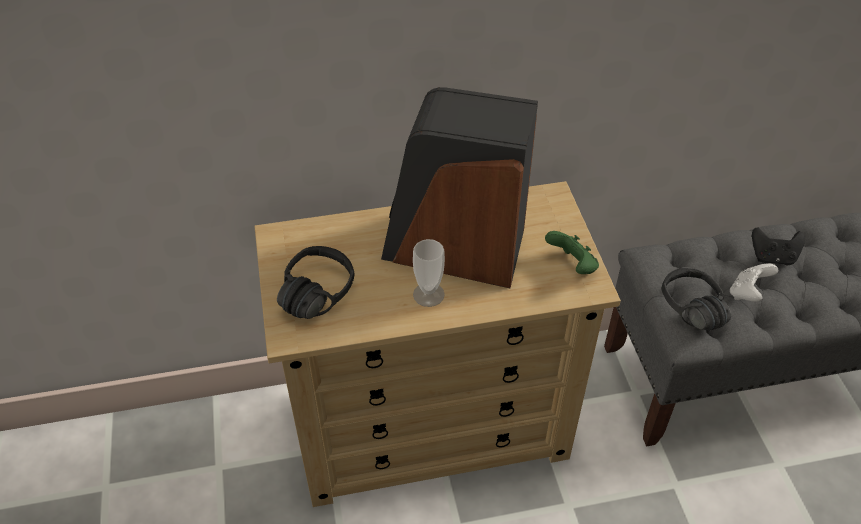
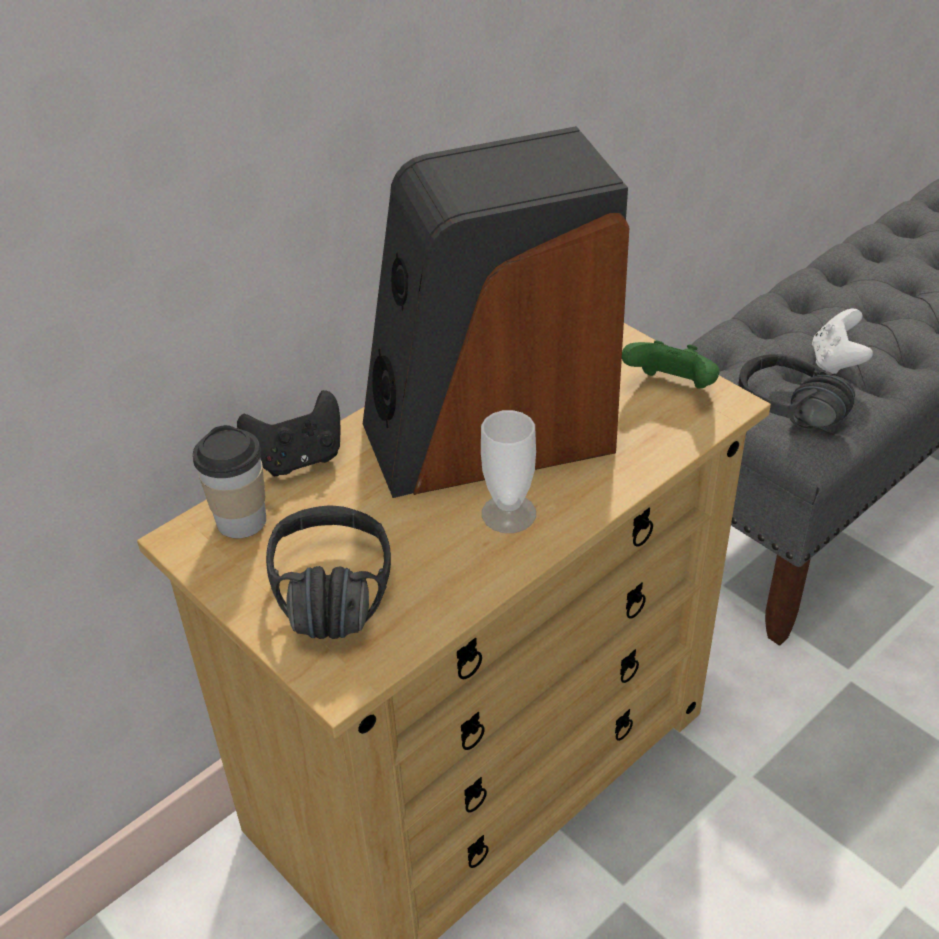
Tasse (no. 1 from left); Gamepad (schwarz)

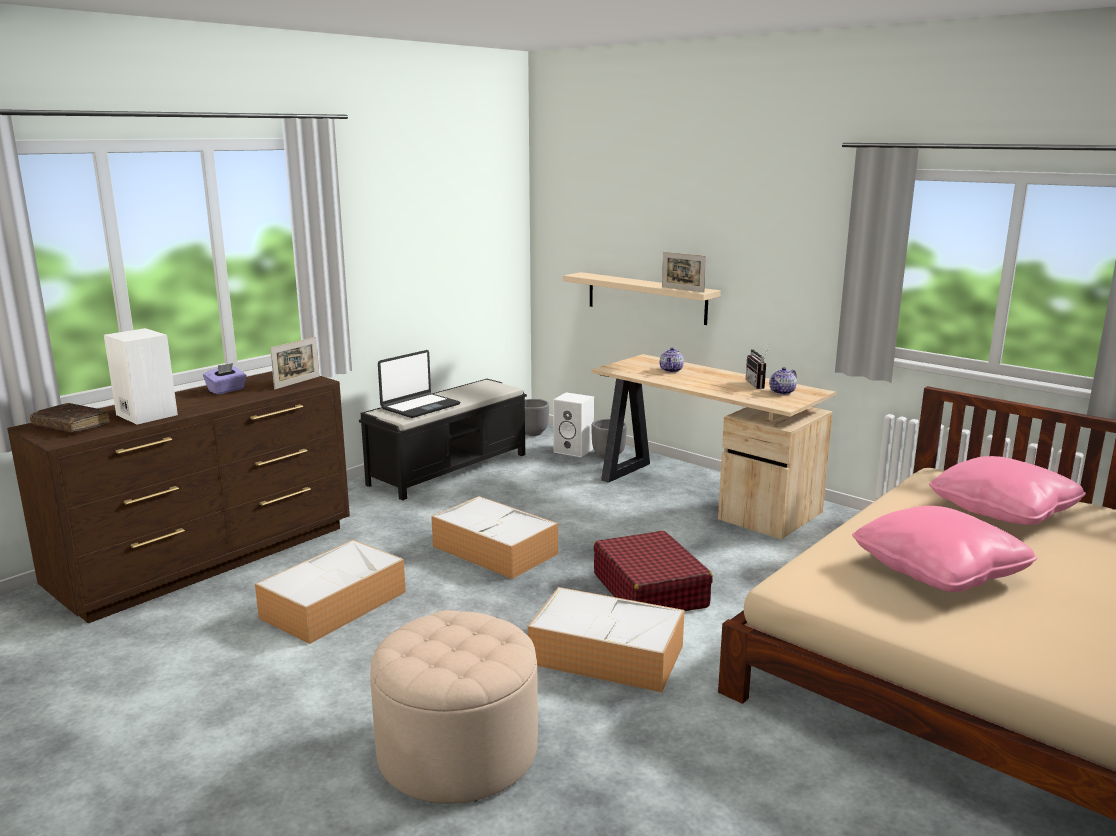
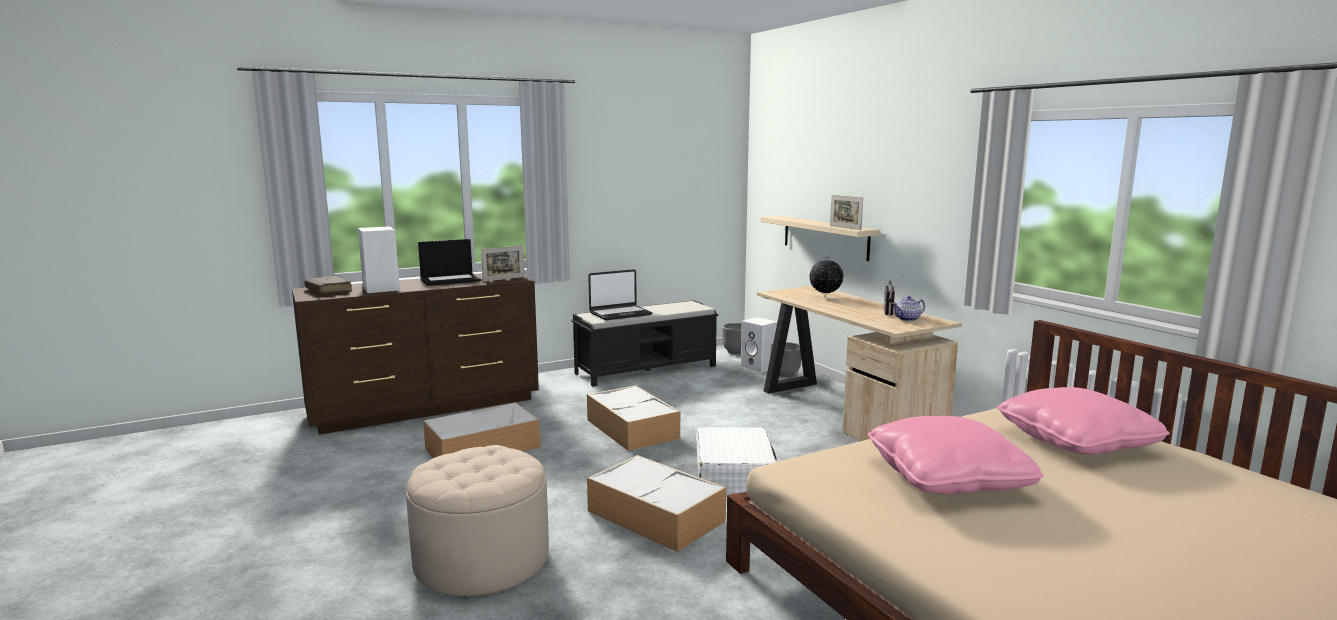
Laptop (no. 1 from left); Globus; Koffer (weiß)

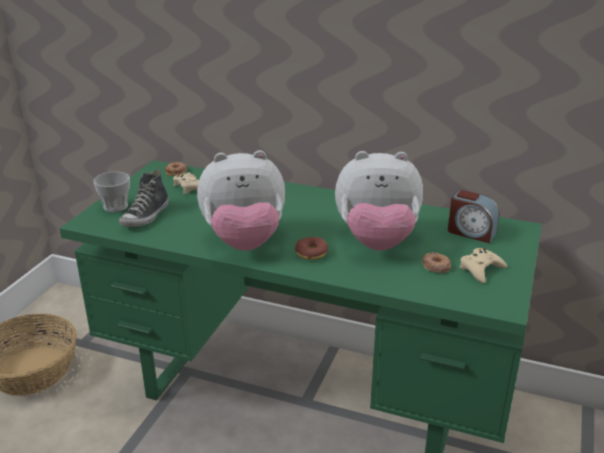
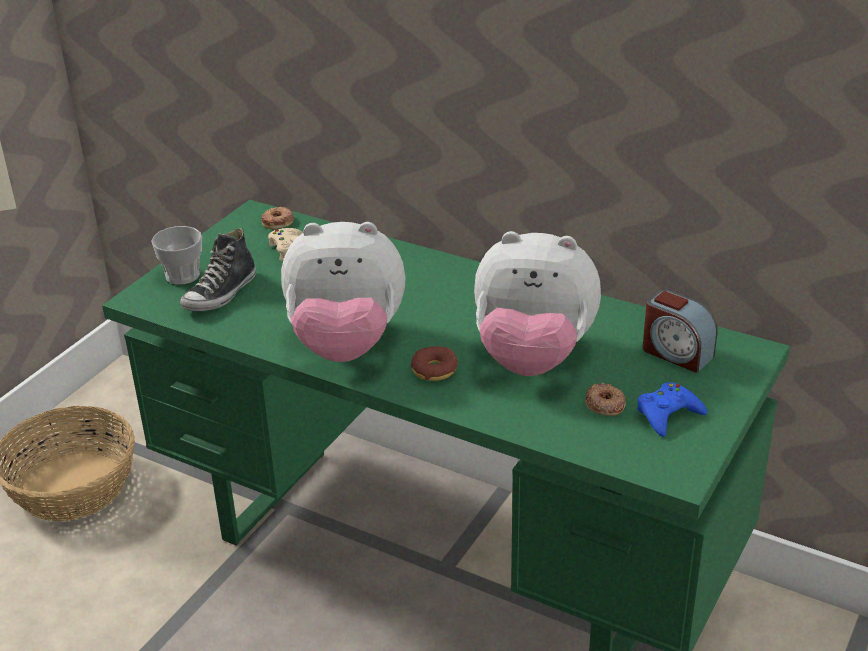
Gamepad (blau)

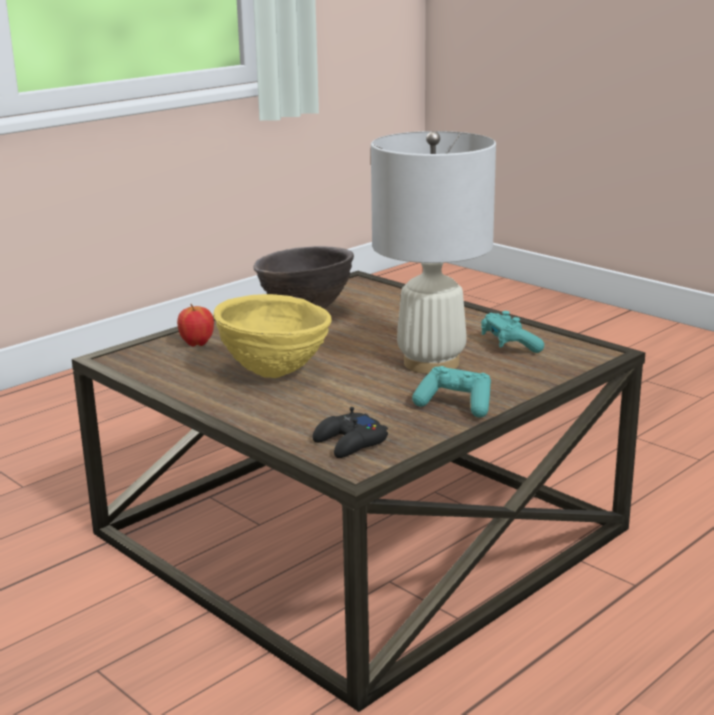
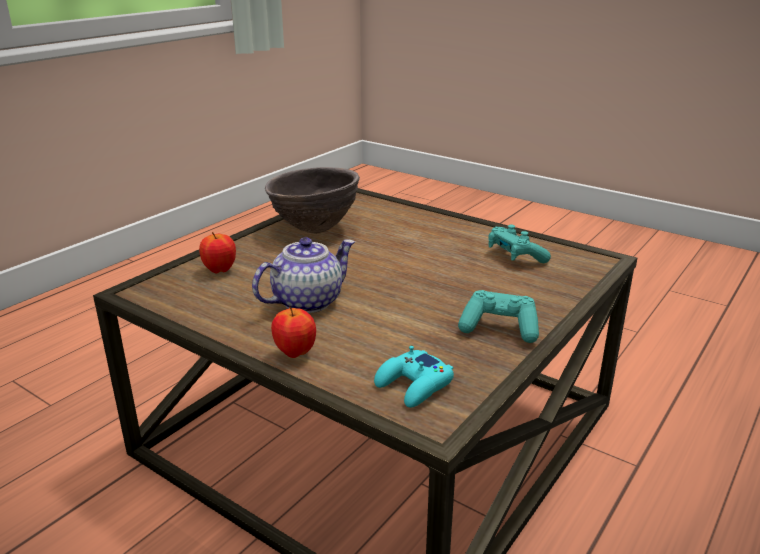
Tischlampe (weiß); Apfel (no. 2 from left); Teekanne; Gamepad (türkis) (no. 1 from left)

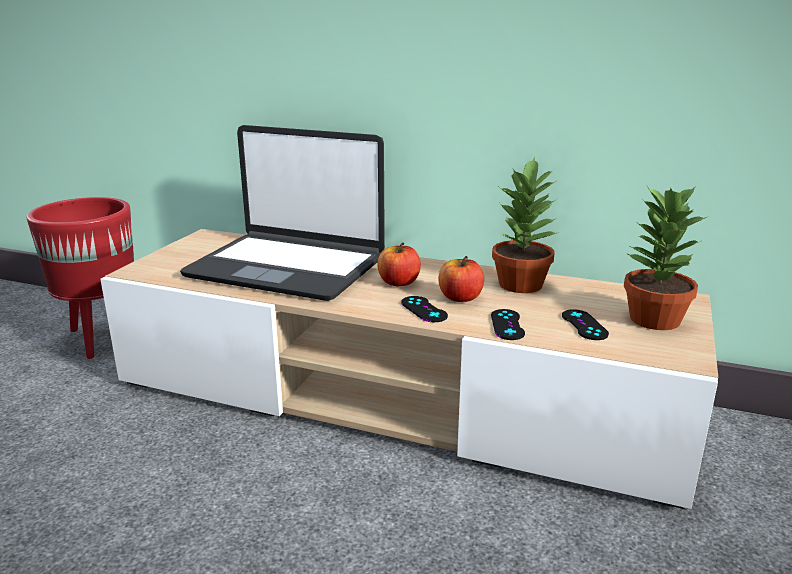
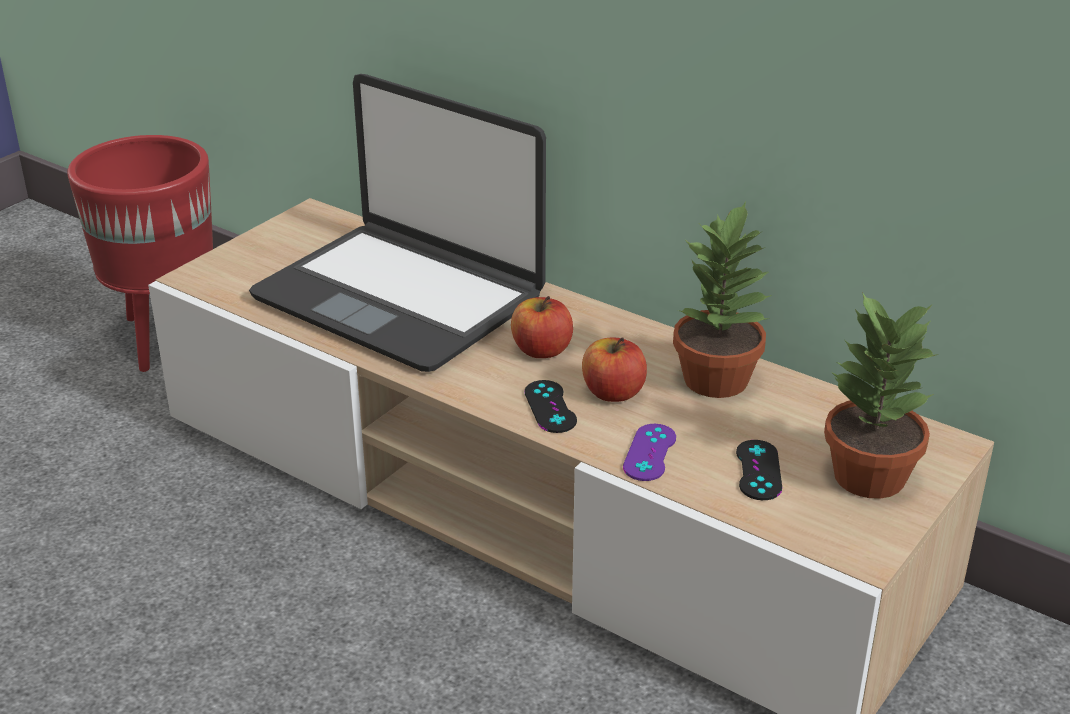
Gamepad (lila)

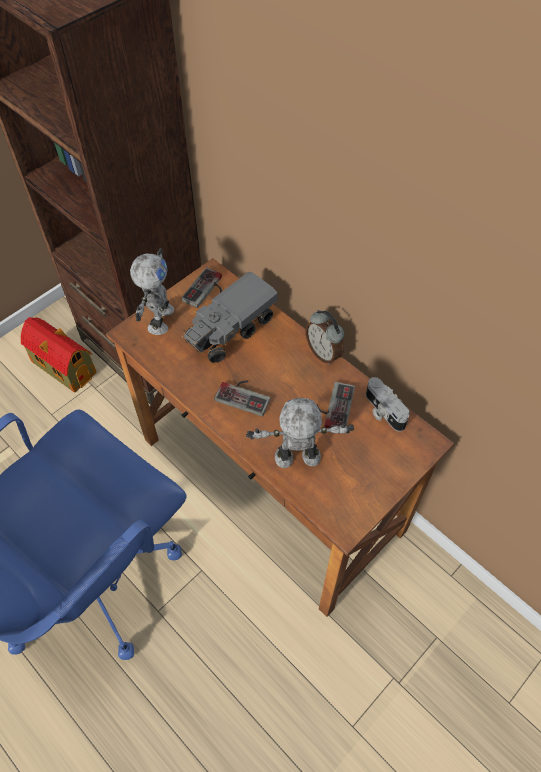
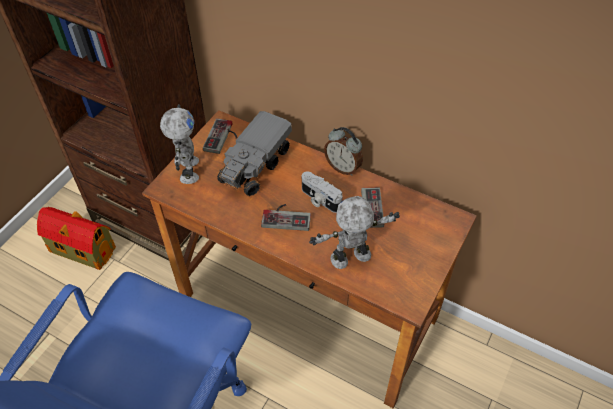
Kamera

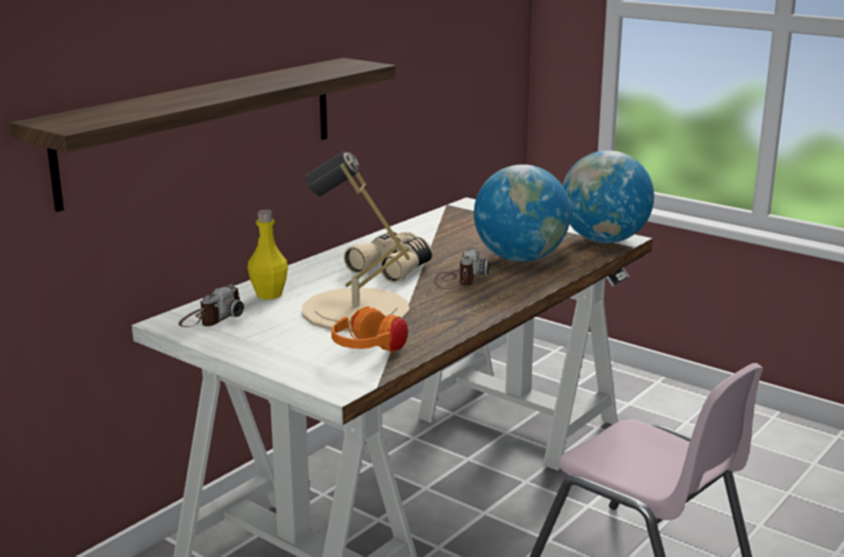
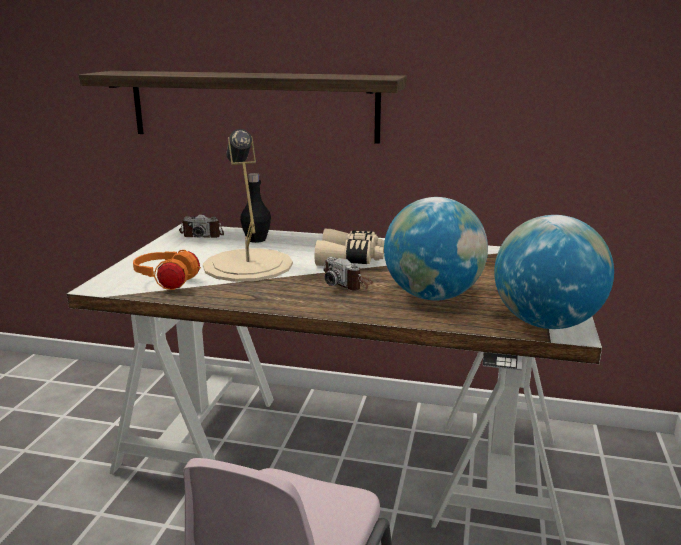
Flasche (schwarz); Kamera (no. 2 from left)

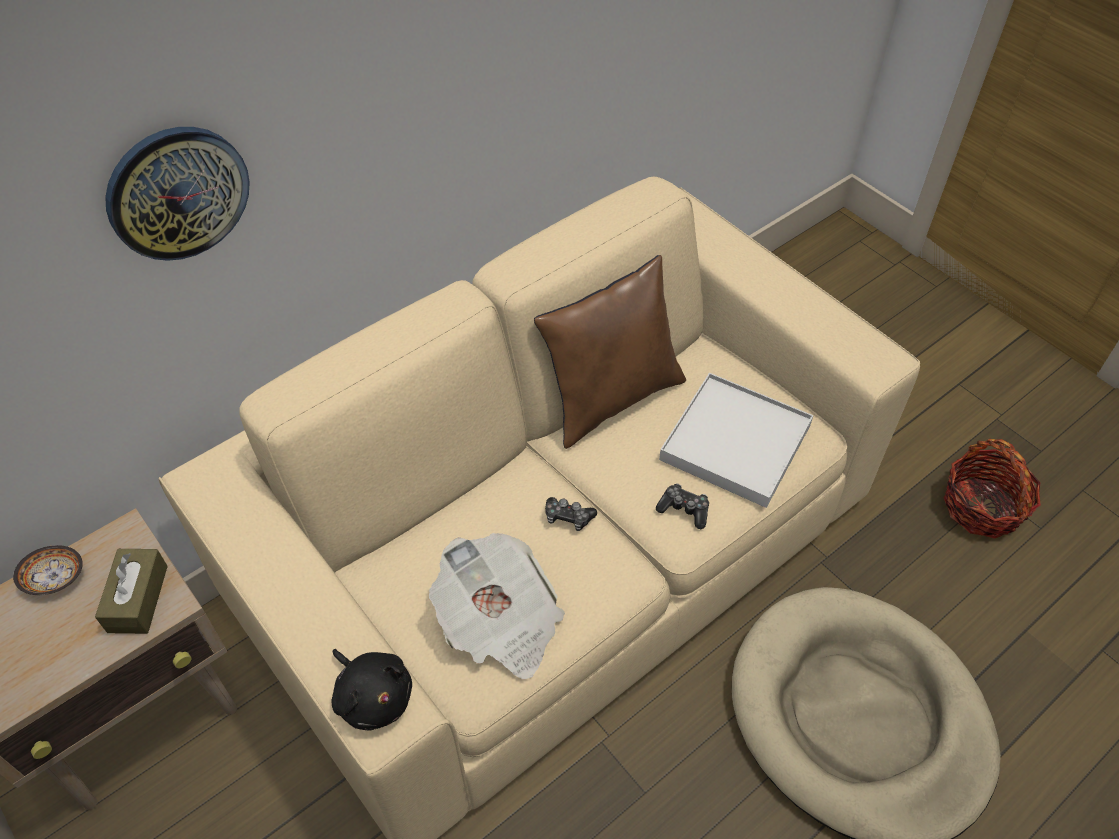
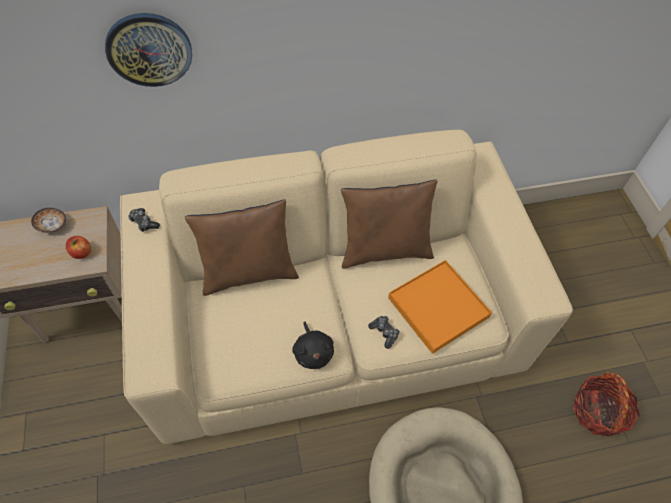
Zeitung; Kissen (braun) (no. 1 from left); Plüschtier (schwarz); Gamepad (no. 1 from left); Apfel; Tablett (orange)

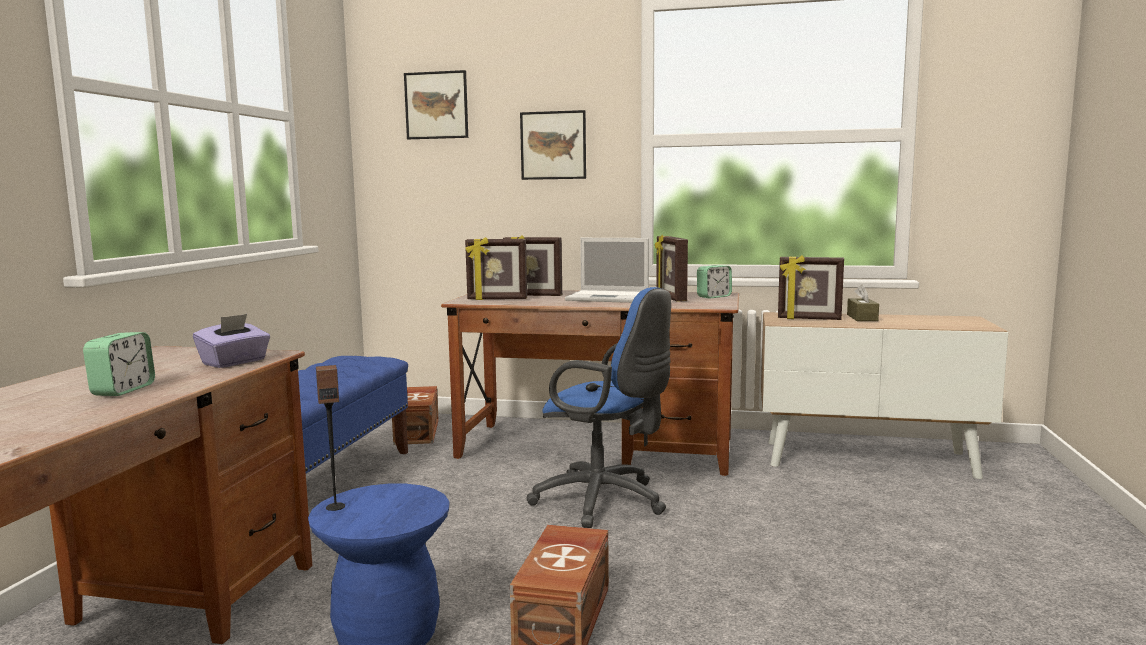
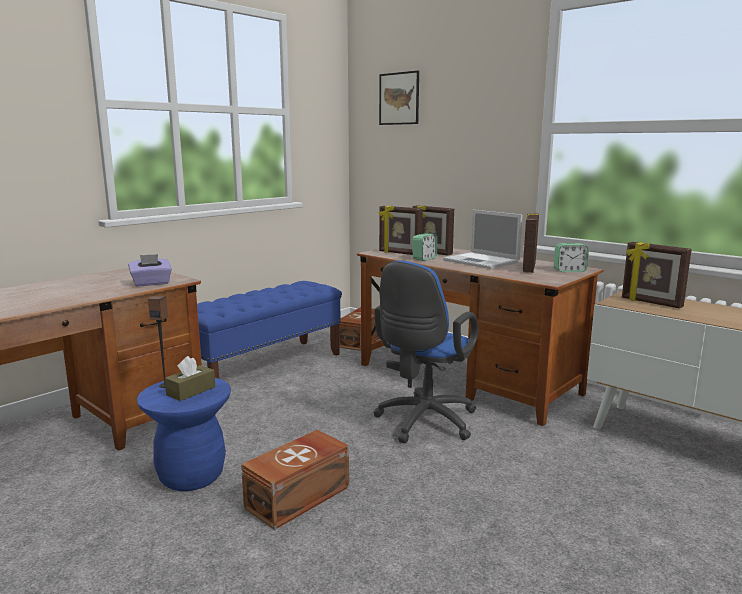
Bild (no. 2 from left in the first image); Wecker (no. 1 from left); Taschentuchbox (braun); Bürostuhl (blau)

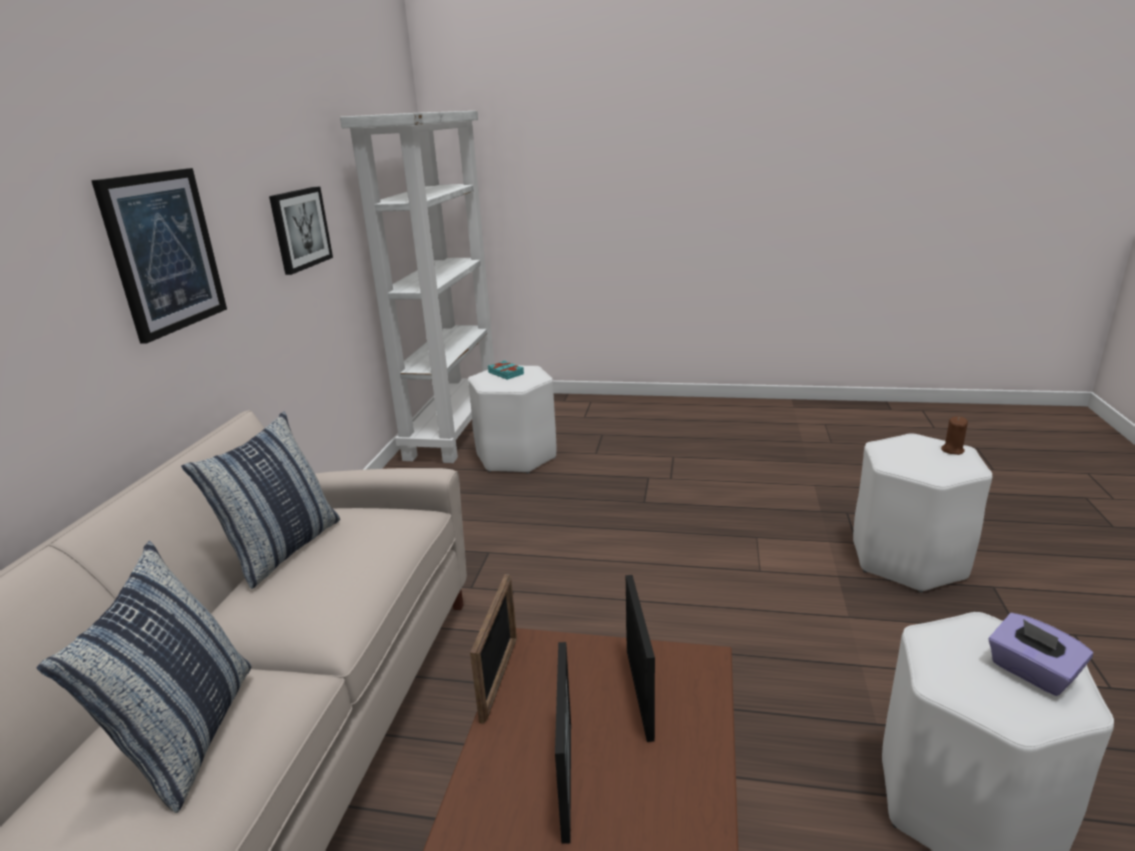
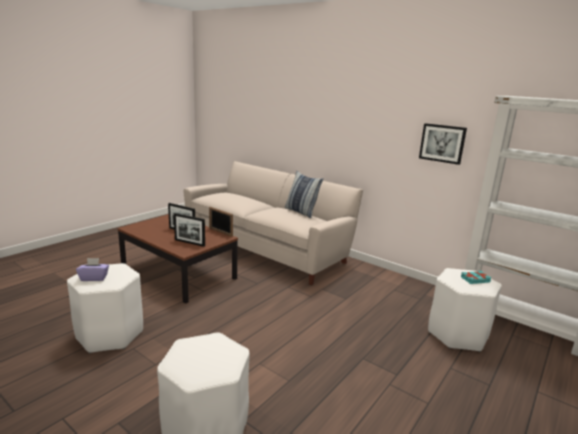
Kissen (no. 1 from left in the first image); Bild (no. 1 from left in the first image); Kerze (braun)

